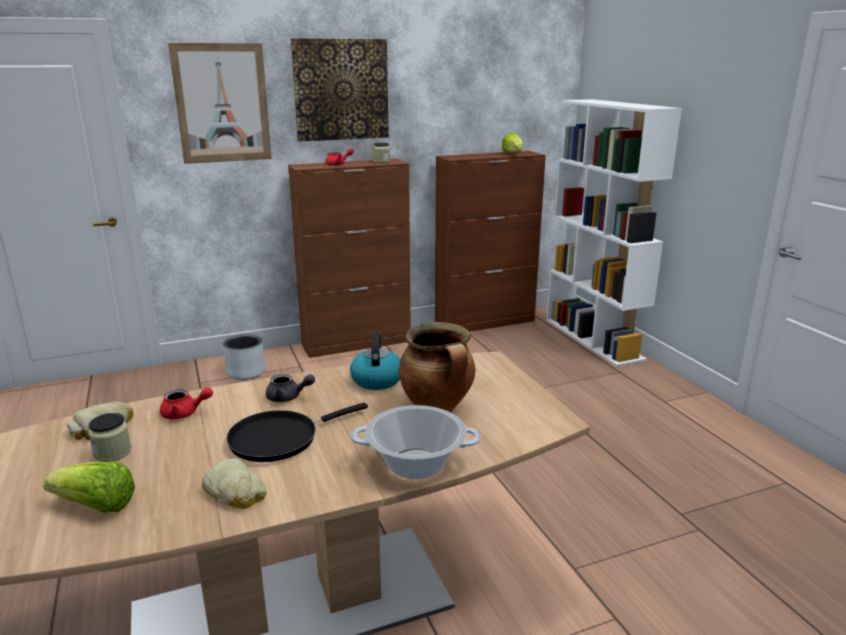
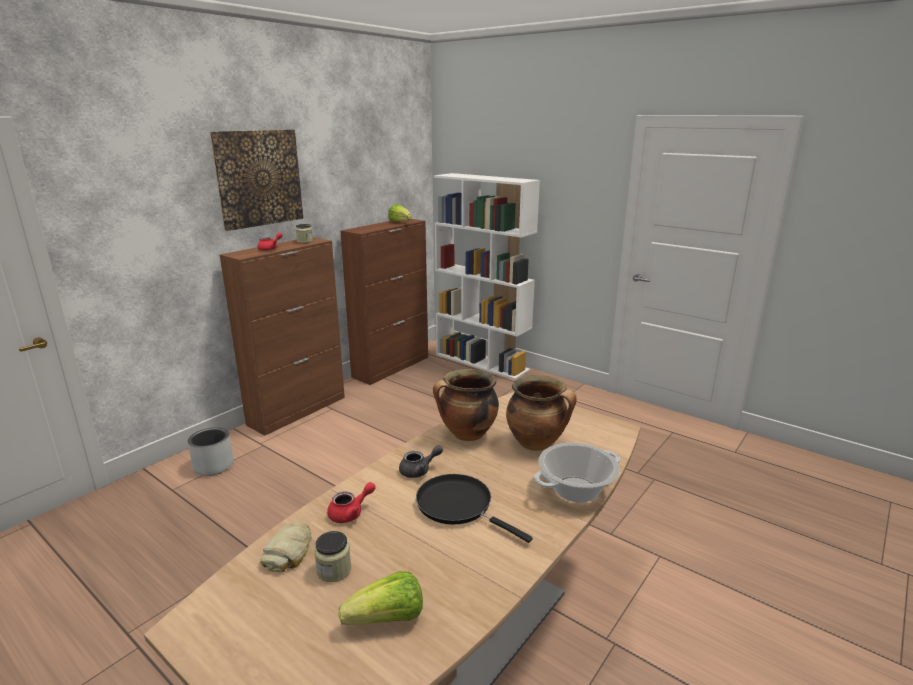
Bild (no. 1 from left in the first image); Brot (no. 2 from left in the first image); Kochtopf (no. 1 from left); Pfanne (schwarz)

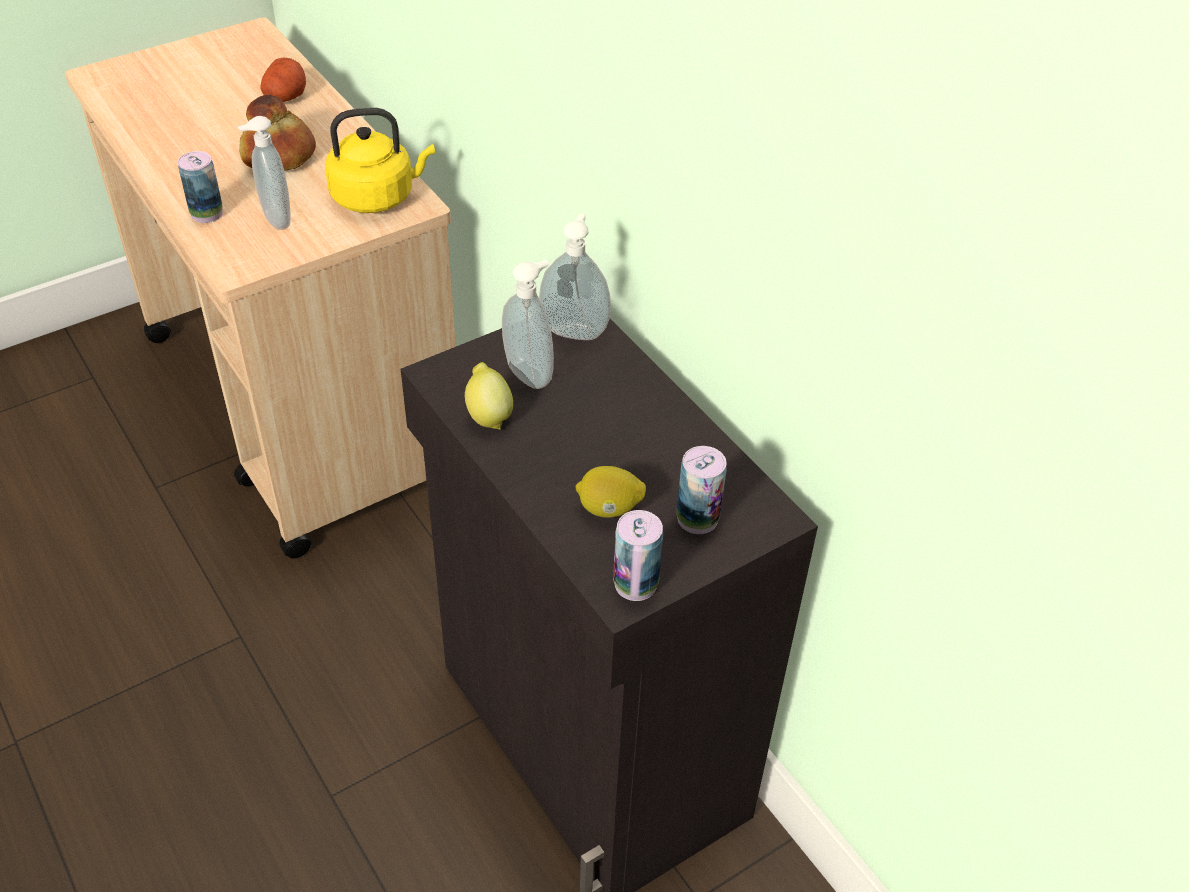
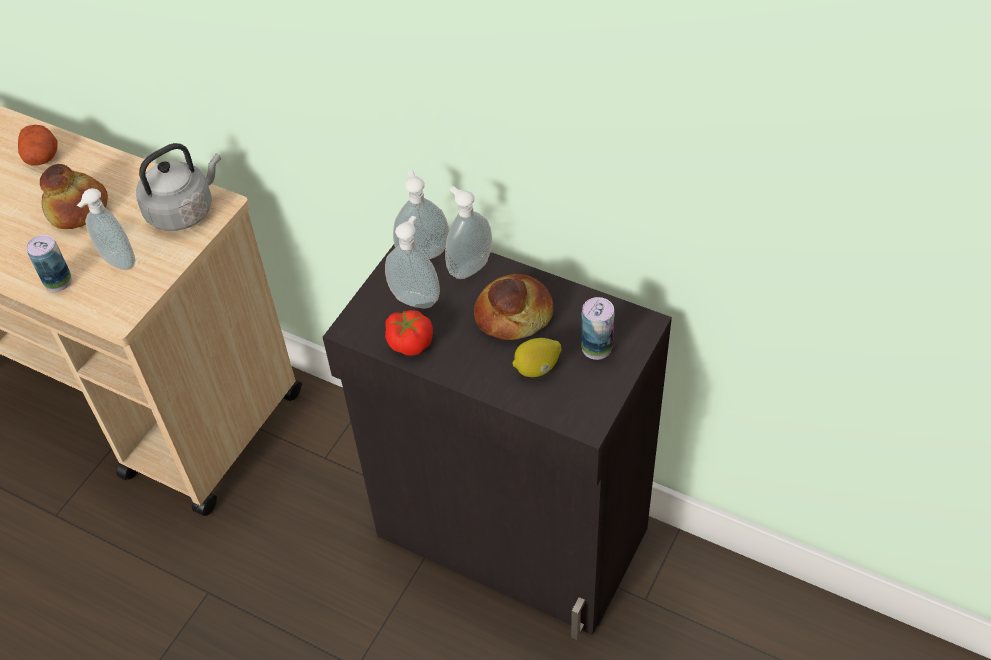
Dose (no. 2 from left in the first image); Seifenspender (no. 4 from left); Brot (no. 2 from left); Tomate; Wasserkessel (grau)

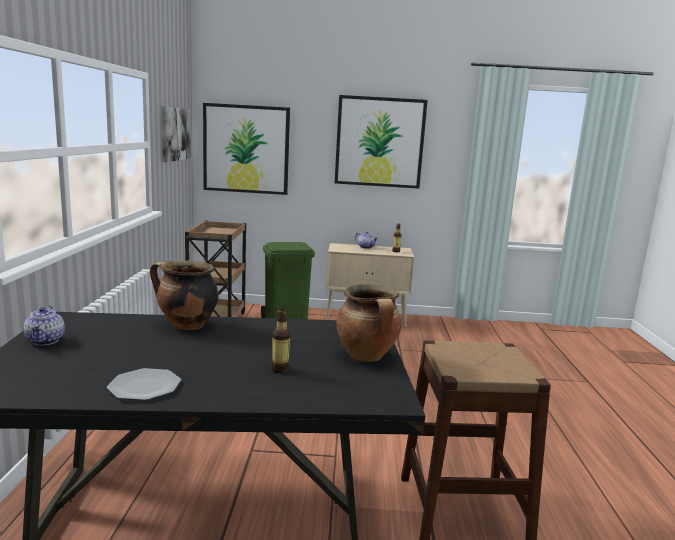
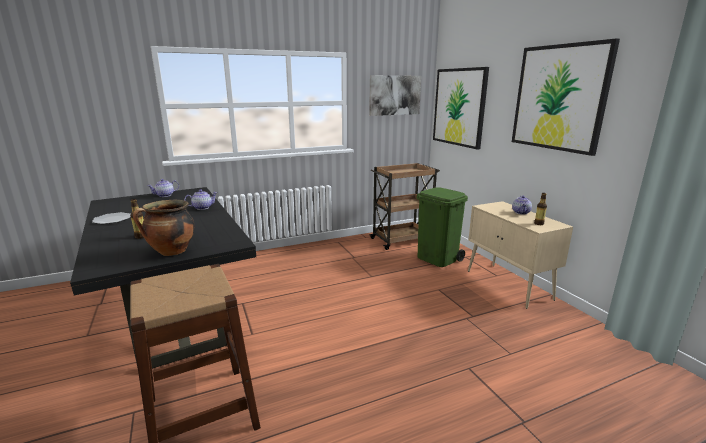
Teekanne (no. 2 from left)

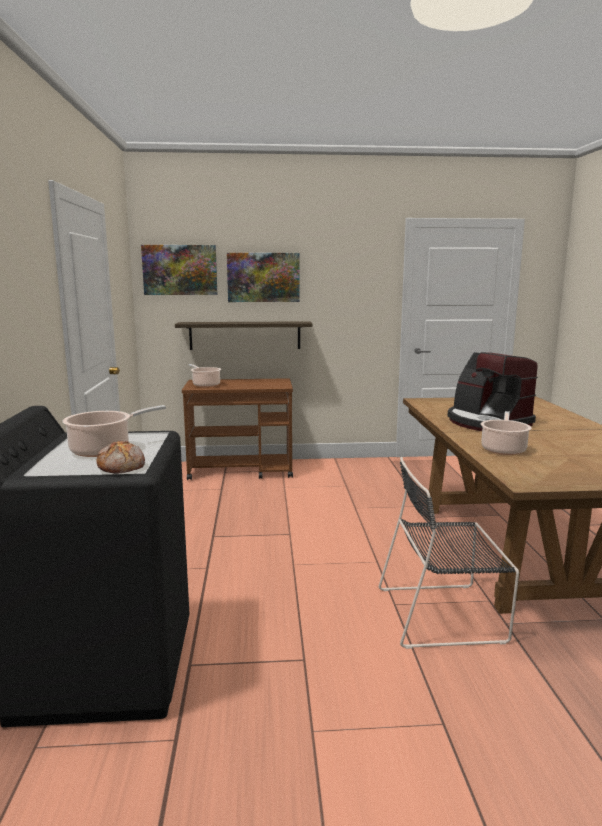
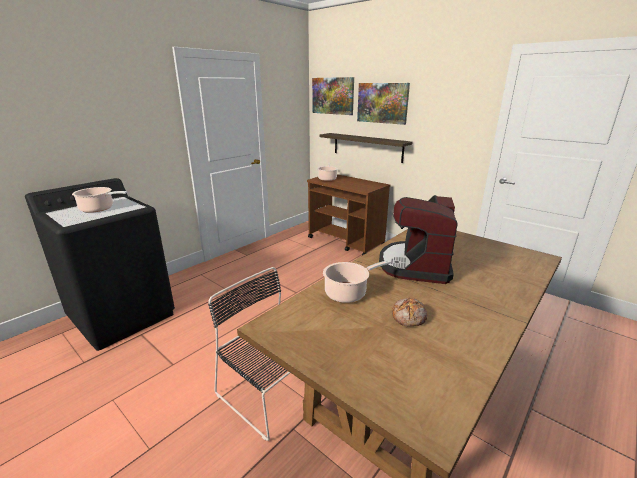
Brot

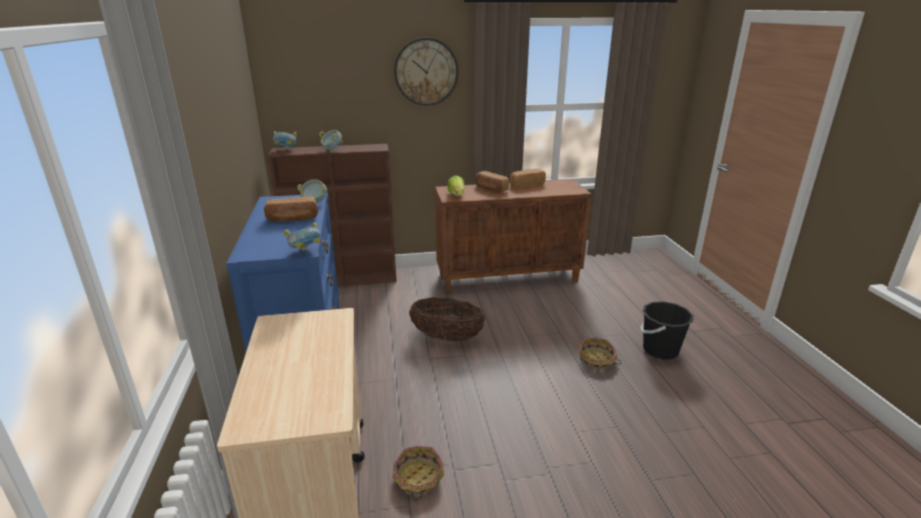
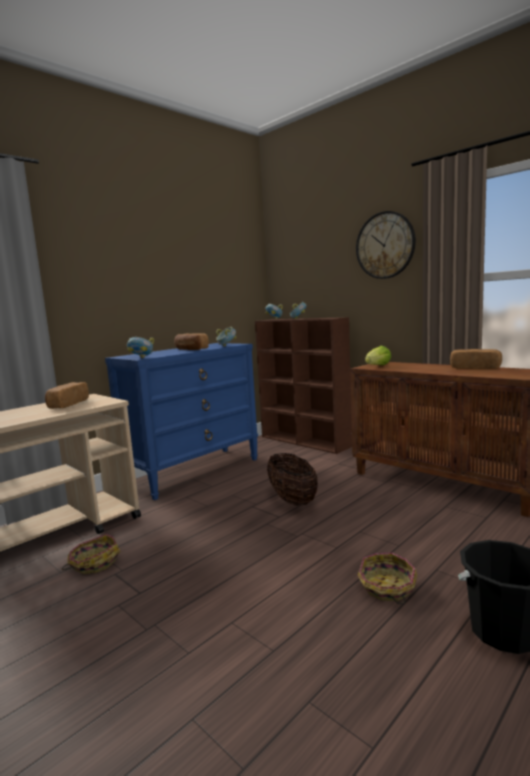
Brot (no. 1 from left)

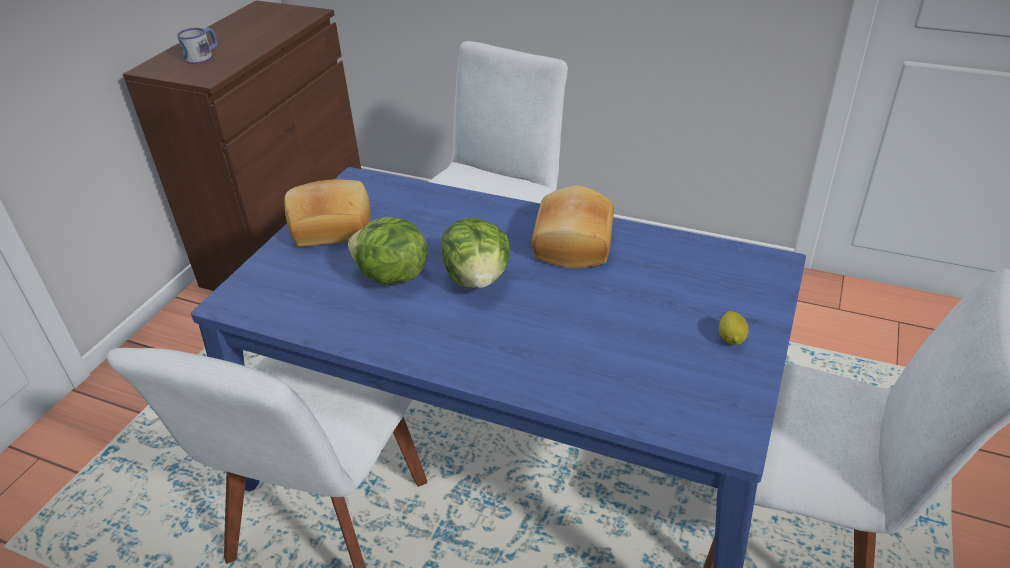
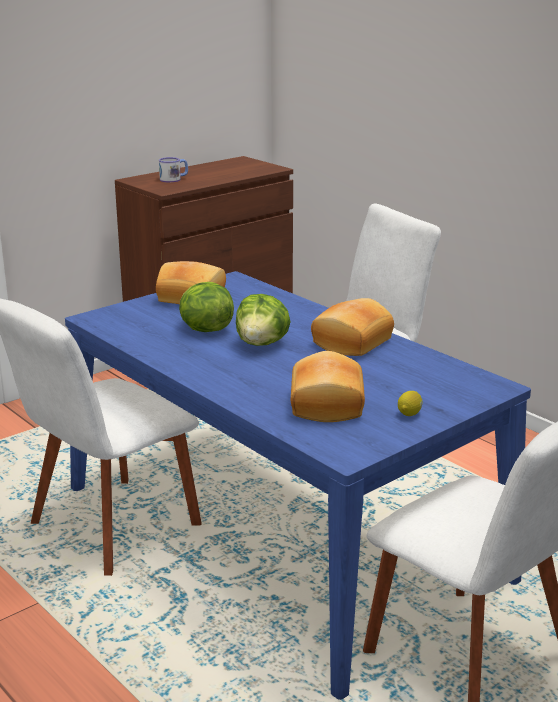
Brot (no. 2 from left)

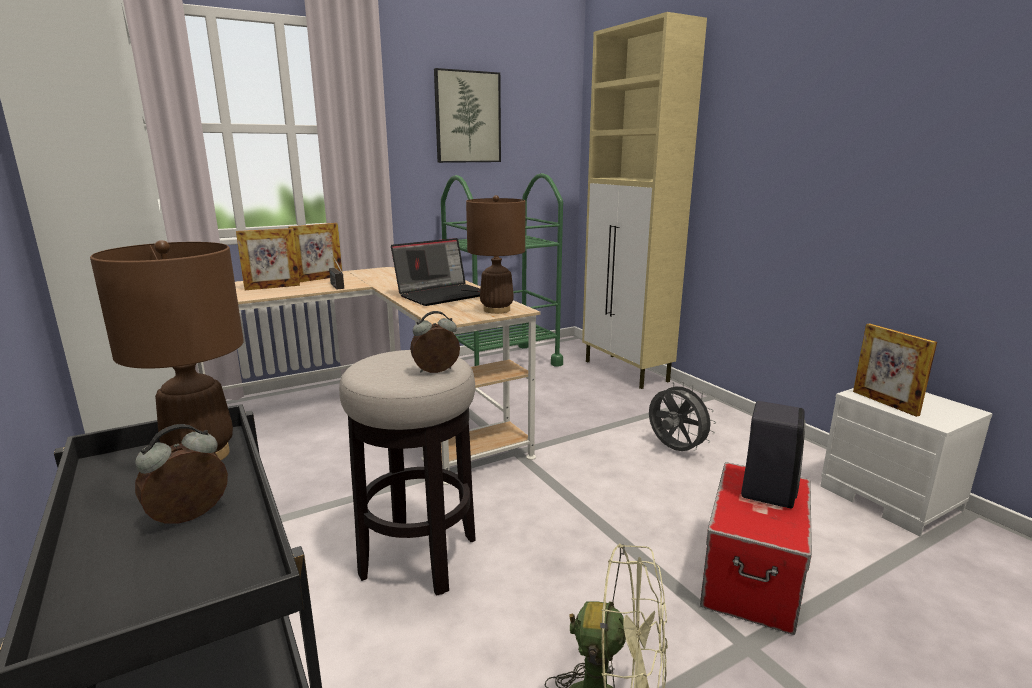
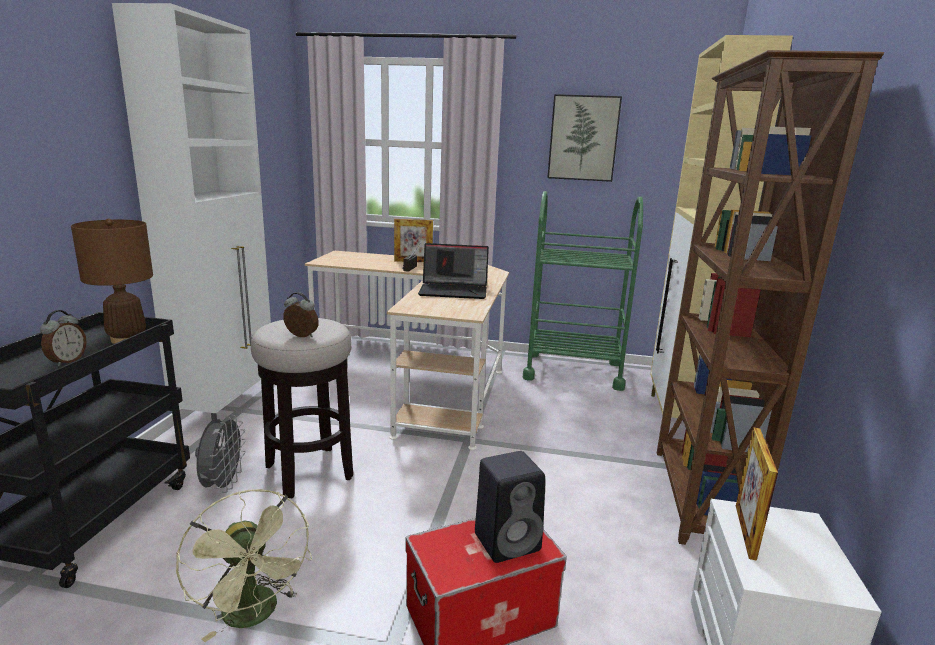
Bilderrahmen (no. 1 from left in the first image); Tischlampe (braun) (no. 2 from left in the first image); Bücherregal (braun); Ventilator (grau); Wecker (no. 1 from left)

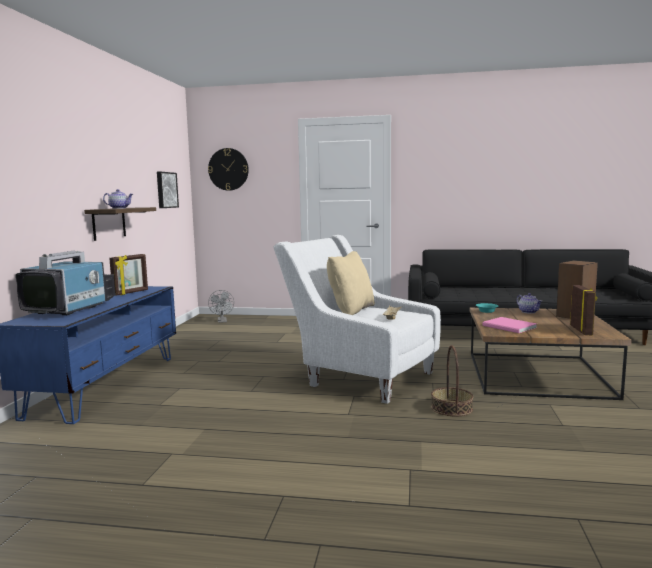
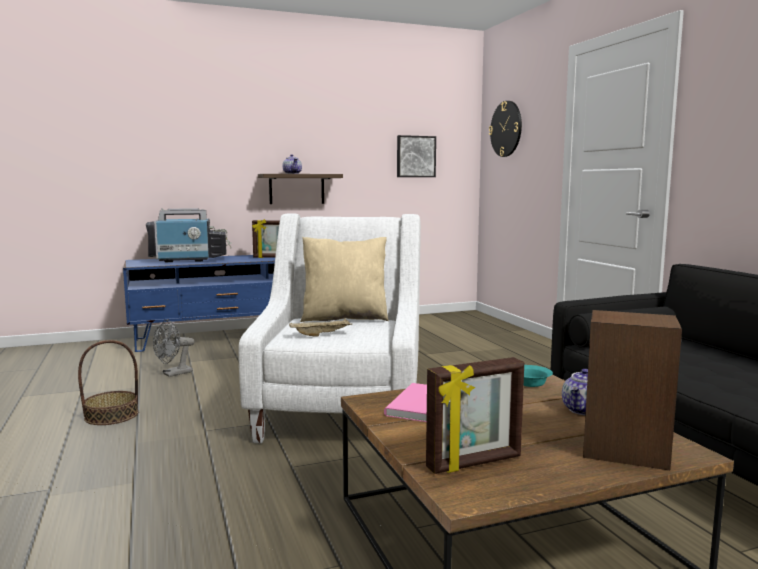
Ventilator (grau); Korb

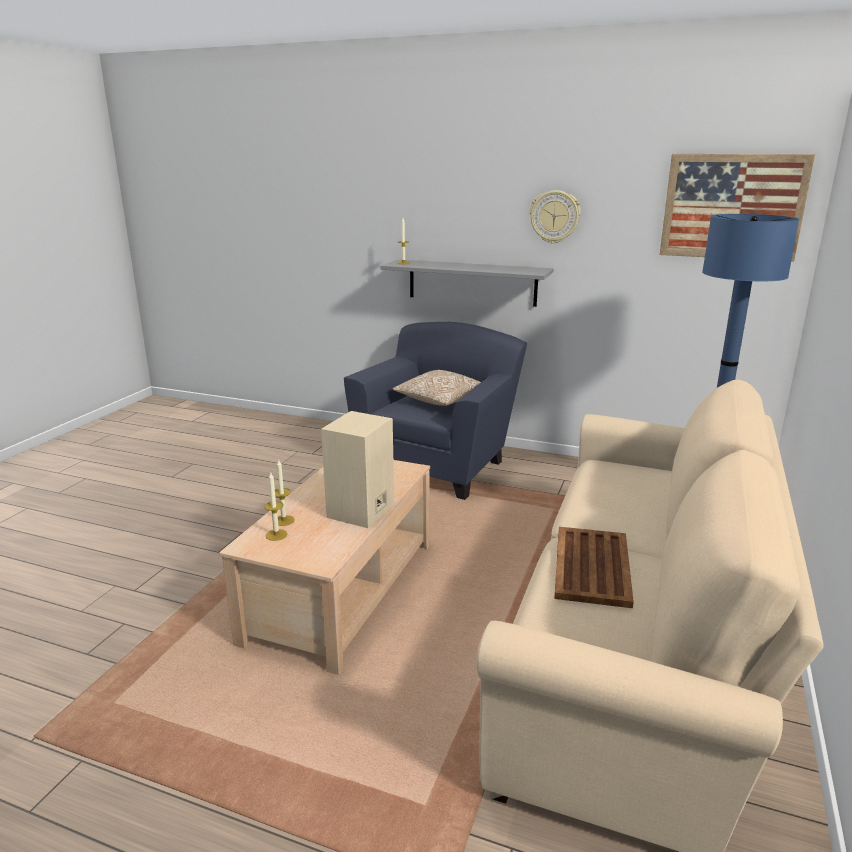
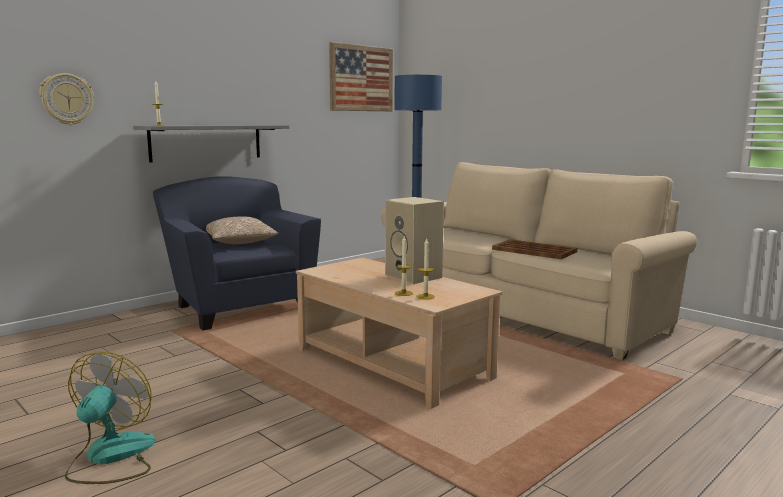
Ventilator; Wanduhr

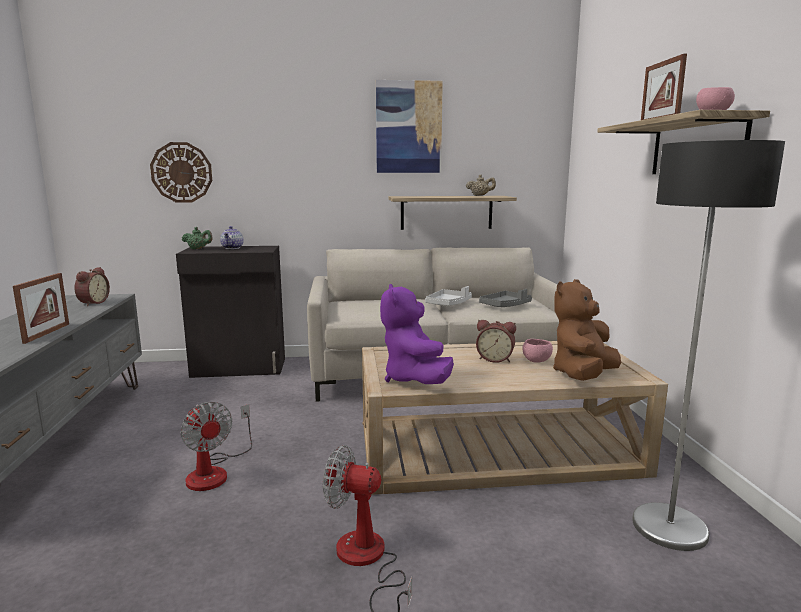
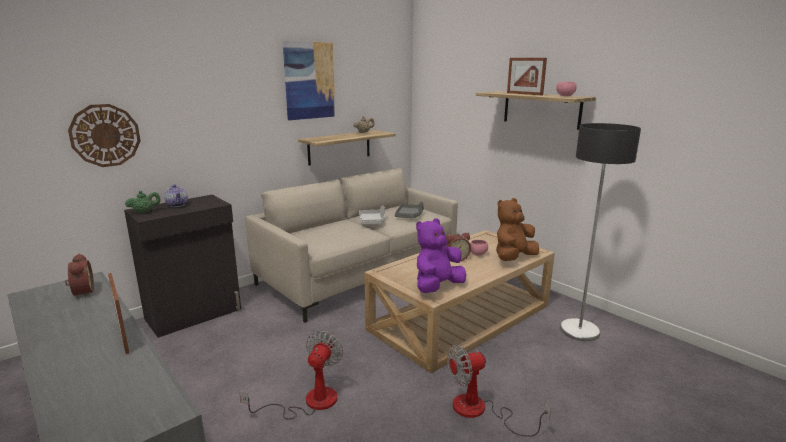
Ventilator (no. 1 from left); Plüschtier (lila); Plüschtier (braun)

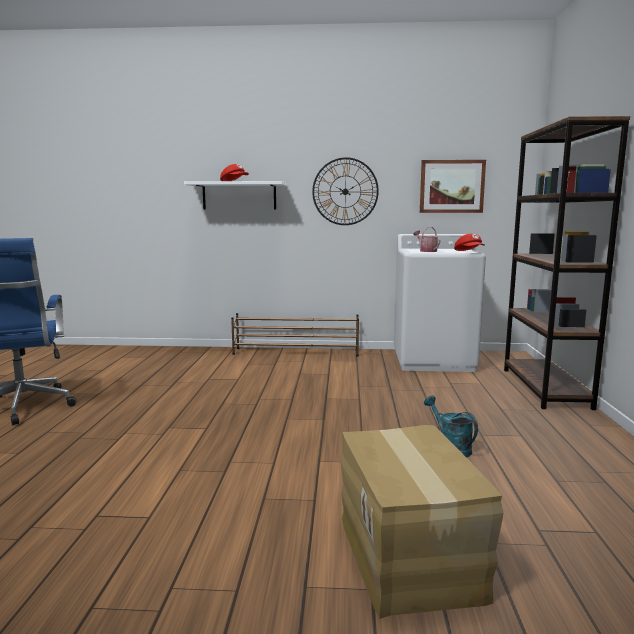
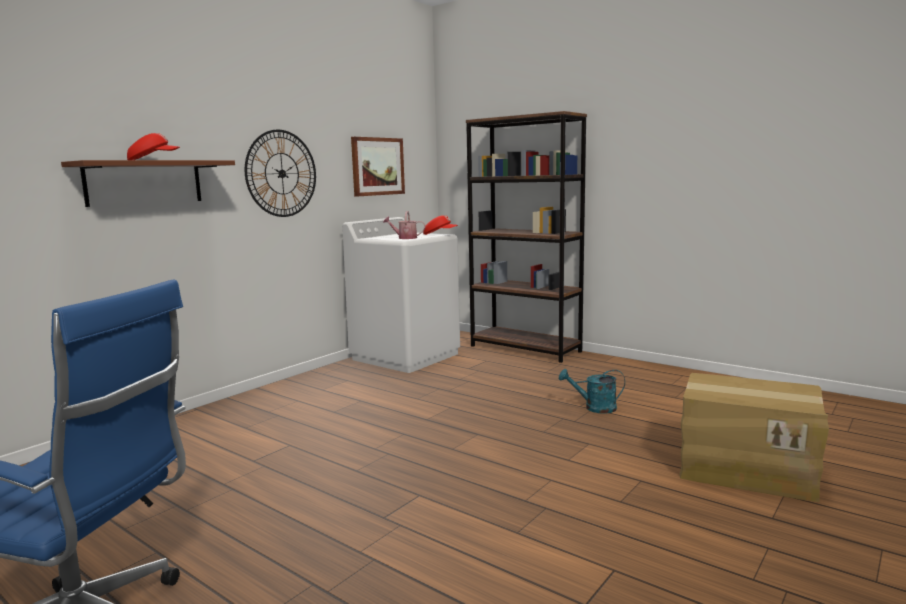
Schuhregal (braun); Wandregal (braun)

